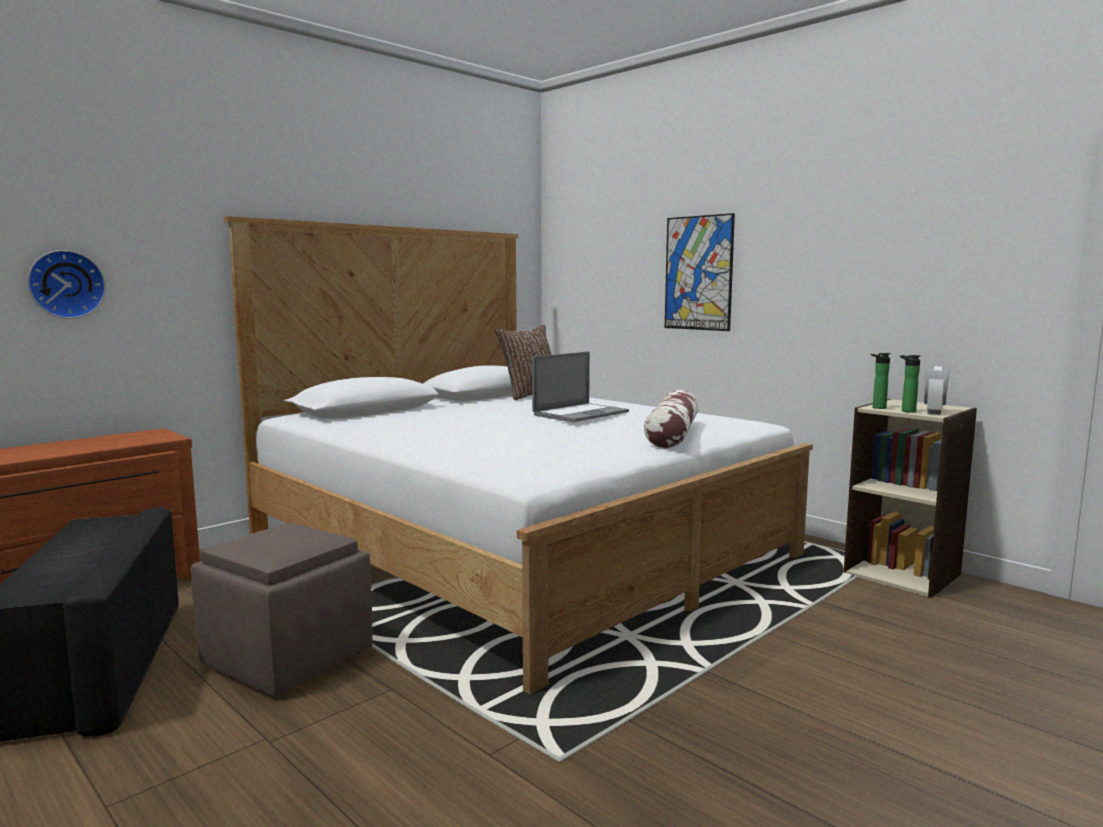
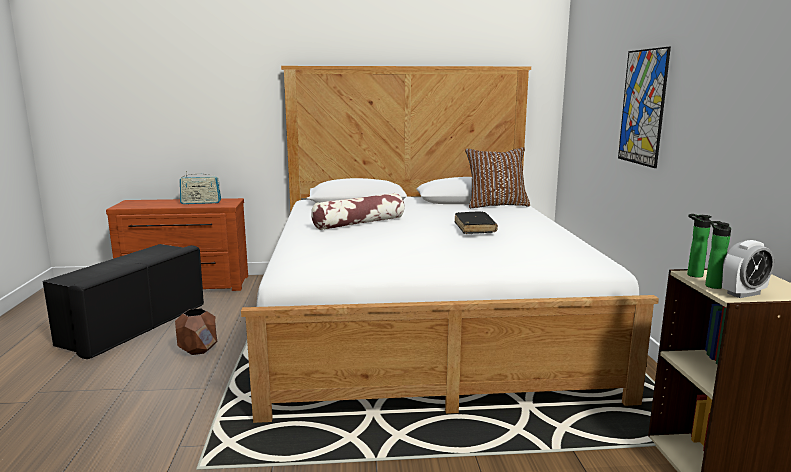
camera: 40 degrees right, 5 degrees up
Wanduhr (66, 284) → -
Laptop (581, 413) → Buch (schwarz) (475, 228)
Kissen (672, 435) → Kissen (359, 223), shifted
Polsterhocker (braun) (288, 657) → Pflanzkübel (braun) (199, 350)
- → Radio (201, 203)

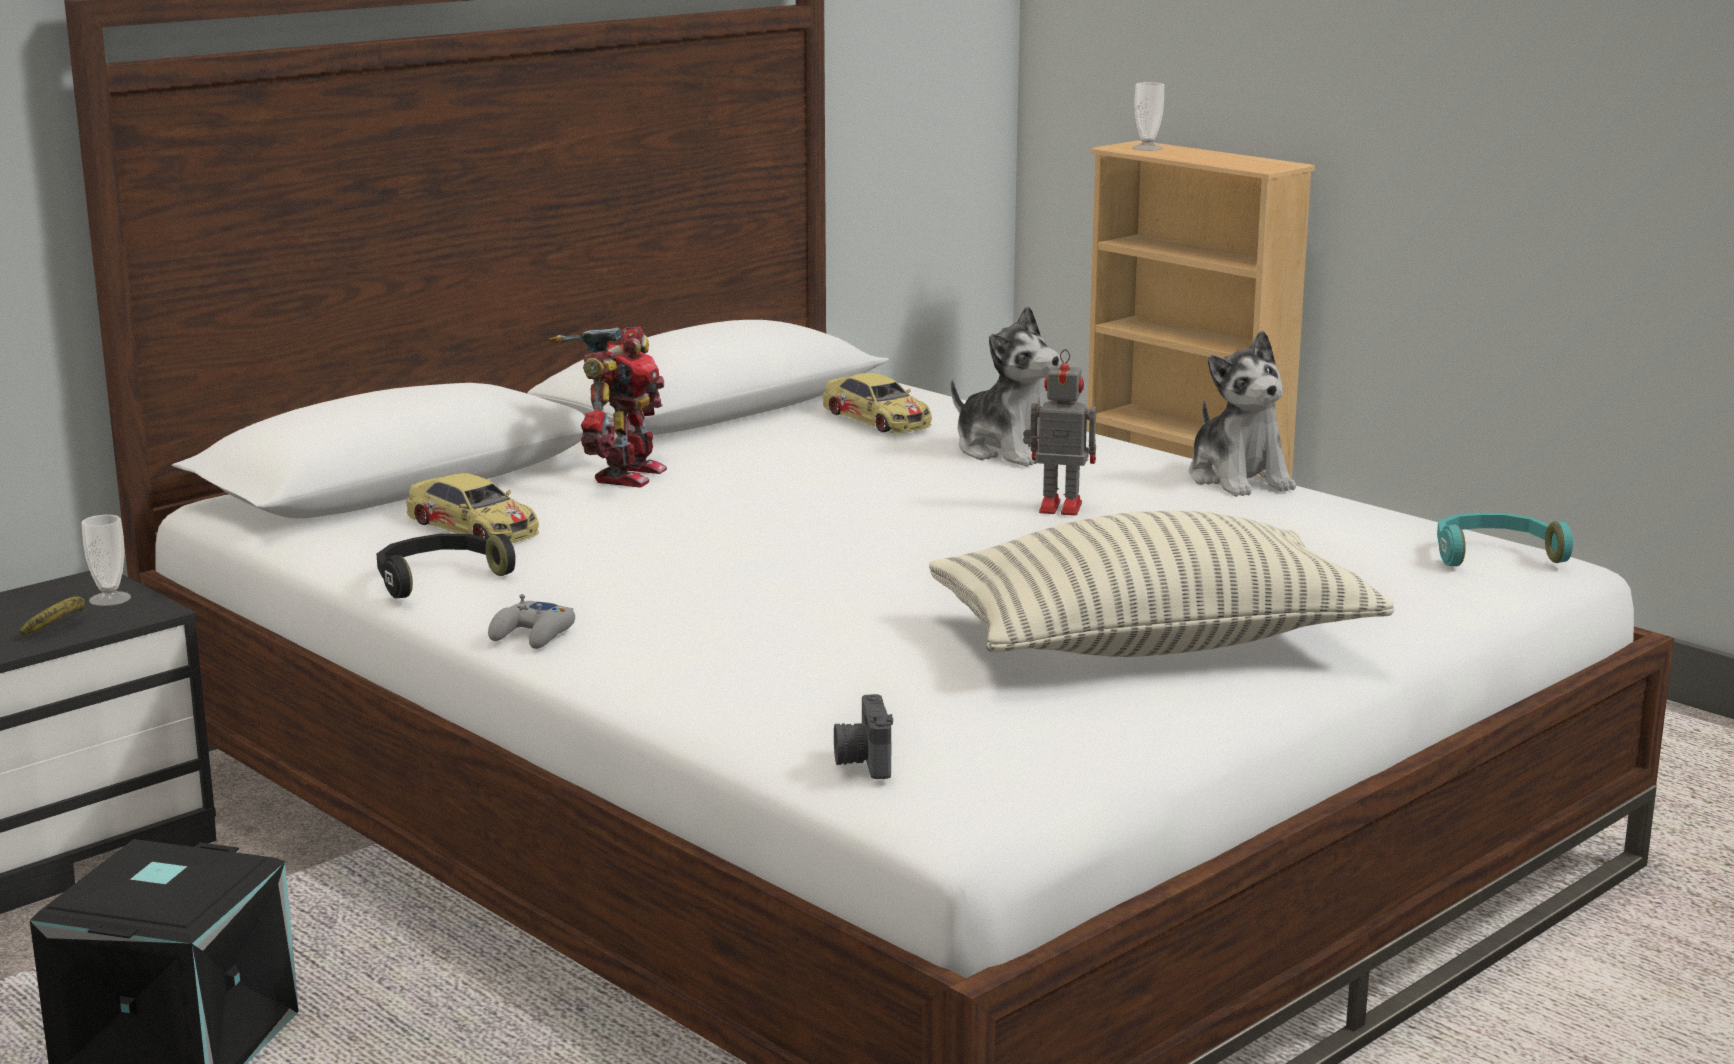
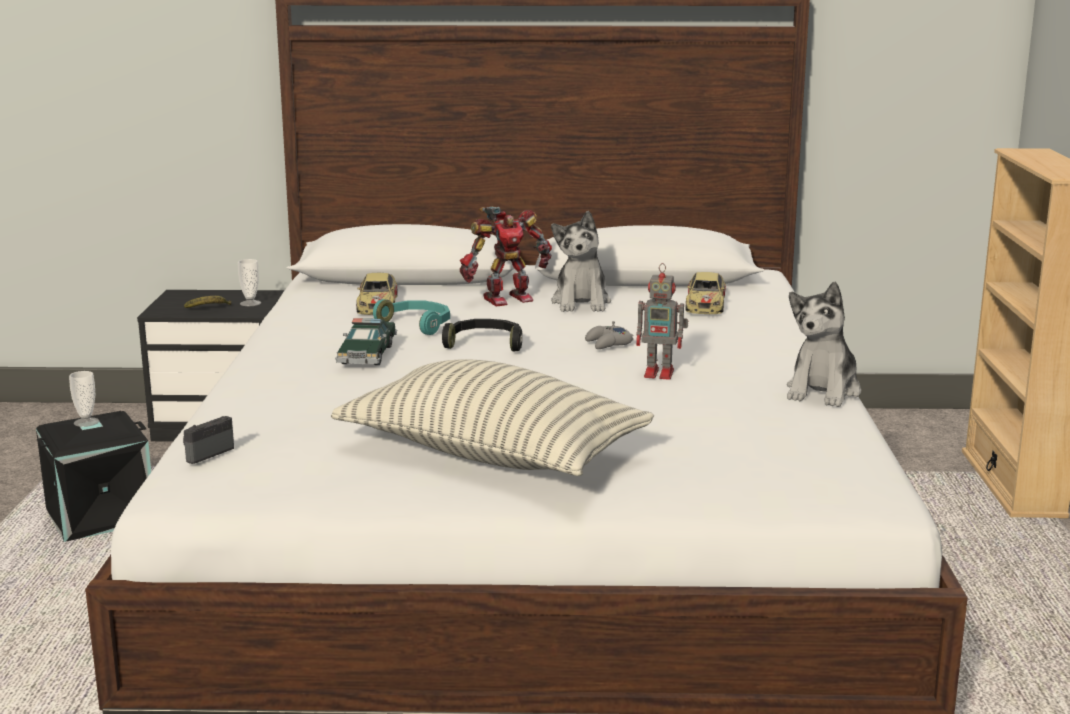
camera: 45 degrees right, 0 degrees up
Tasse (1147, 148) → Tasse (86, 422), shifted
Plüschtier (1008, 451) → Plüschtier (581, 303), shifted
Spielzeugroboter (1057, 507) → Spielzeugroboter (661, 373), 135 degrees clockwise
Kopfhörer (türkis) (1493, 554) → Kopfhörer (türkis) (418, 324), shifted
Kopfhörer (schwarz) (438, 578) → Kopfhörer (schwarz) (485, 344), shifted
Gamepad (grau) (533, 634) → Gamepad (grau) (608, 343), shifted
- → Spielzeugauto (367, 354)

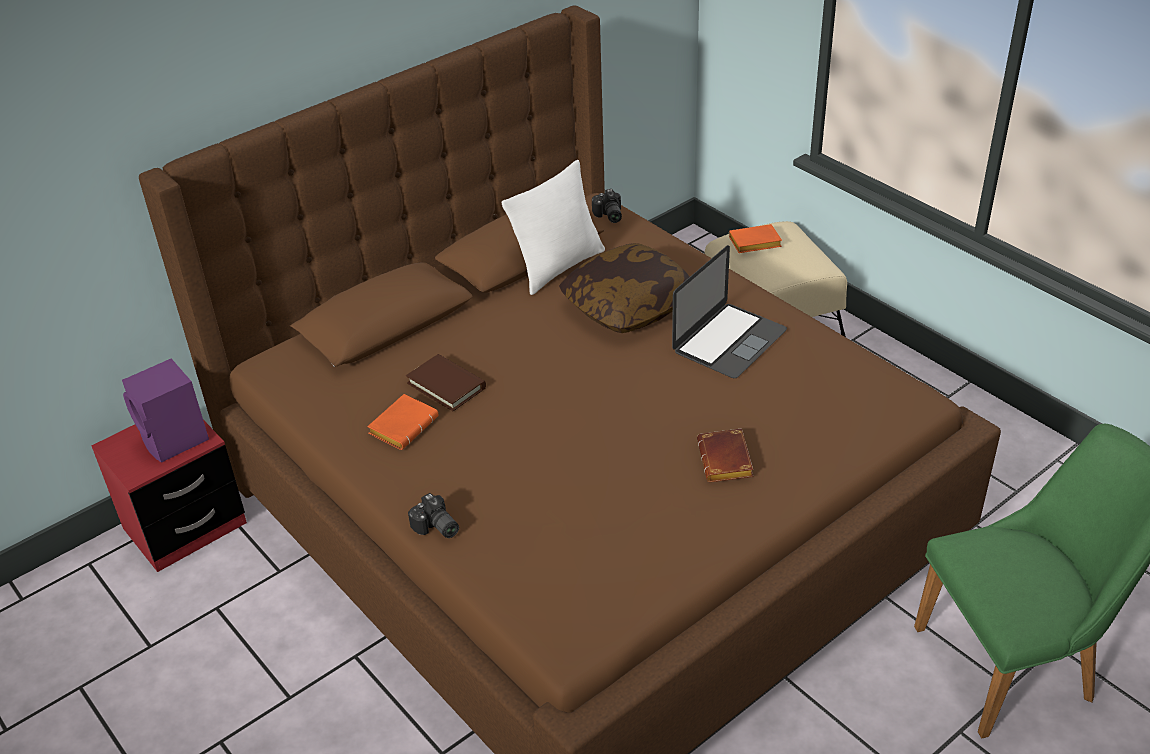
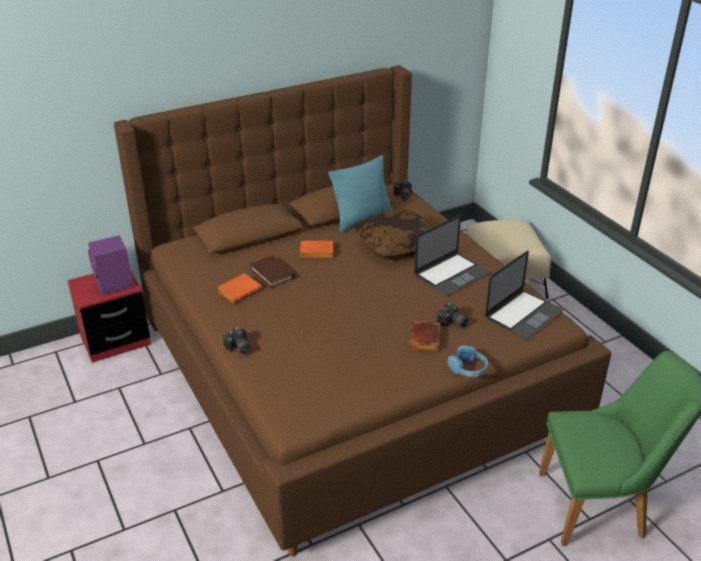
camera: 10 degrees right, 5 degrees down
Kissen (weiß) (558, 267) → Kissen (türkis) (362, 219)
Buch (orange) (753, 244) → Buch (orange) (315, 253), shifted
- → Laptop (523, 314)
- → Kamera (452, 323)
- → Kopfhörer (blau) (468, 368)

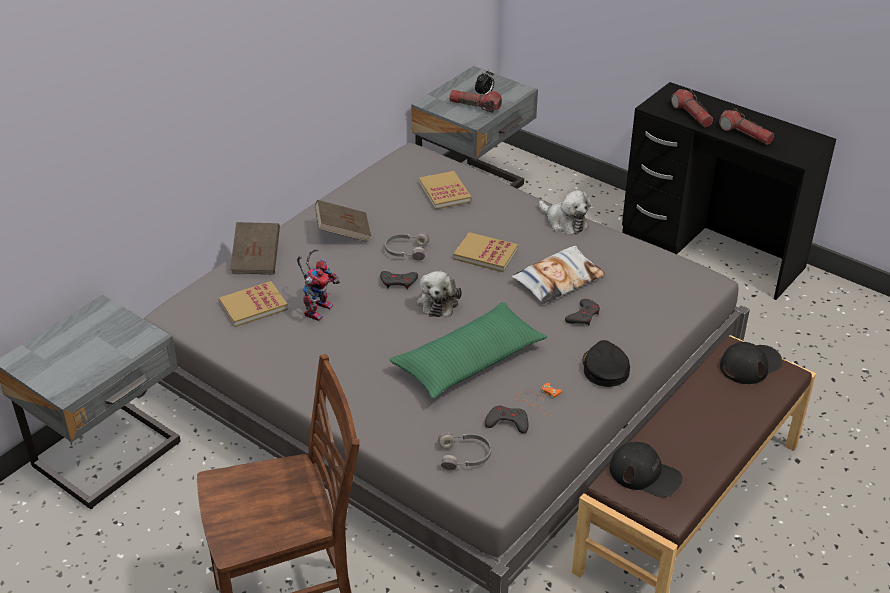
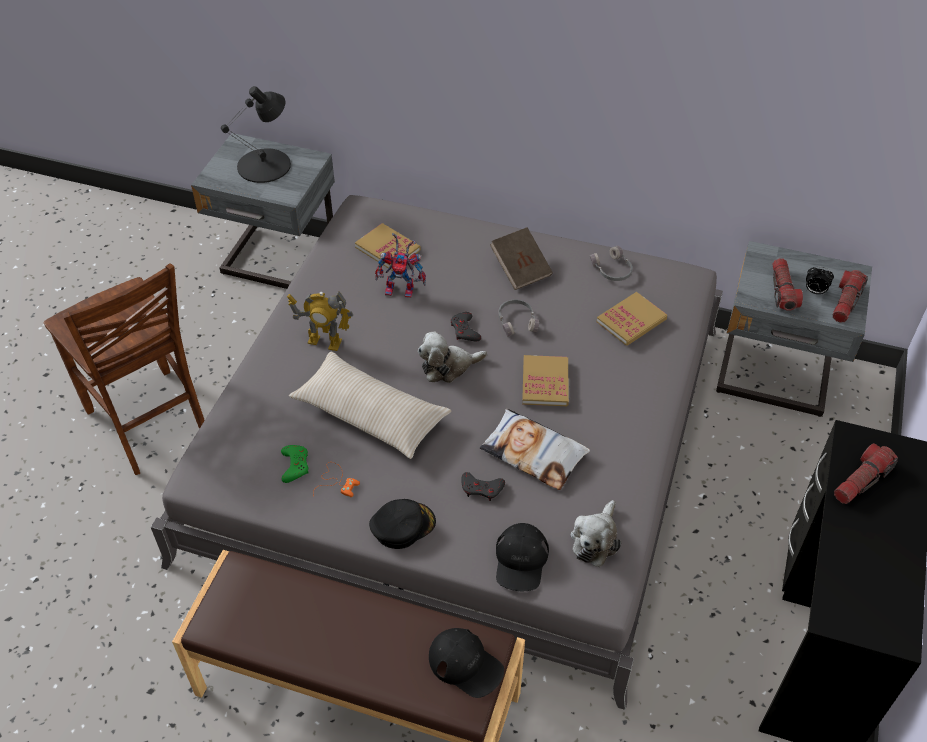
camera: 70 degrees right, 10 degrees up
Taschenlampe (745, 134) → Taschenlampe (845, 302), shifted
Plüschtier (564, 222) → Plüschtier (595, 540), shifted
Buch (braun) (257, 260) → -
Kissen (grün) (469, 361) → Kissen (beige) (370, 414)
Gamepad (grau) (507, 422) → Gamepad (grün) (295, 465)
Kopfhörer (grau) (465, 456) → Kopfhörer (grau) (611, 270), shifted
Kappe (schwarz) (645, 474) → Kappe (schwarz) (521, 560), shifted
- → Tischlampe (schwarz) (265, 165)
- → Spielzeugroboter (324, 342)

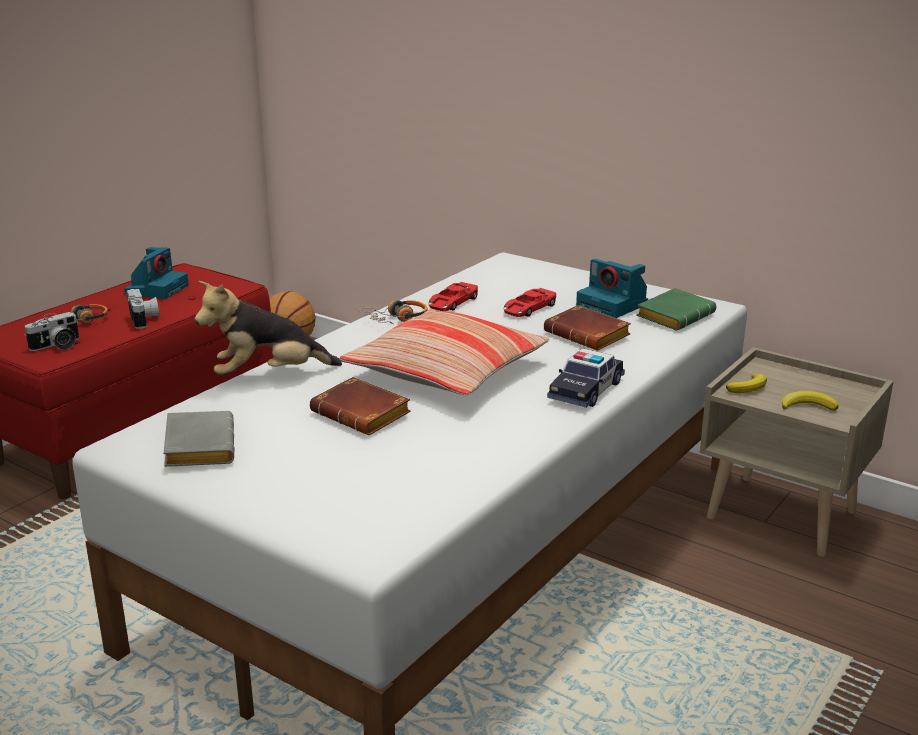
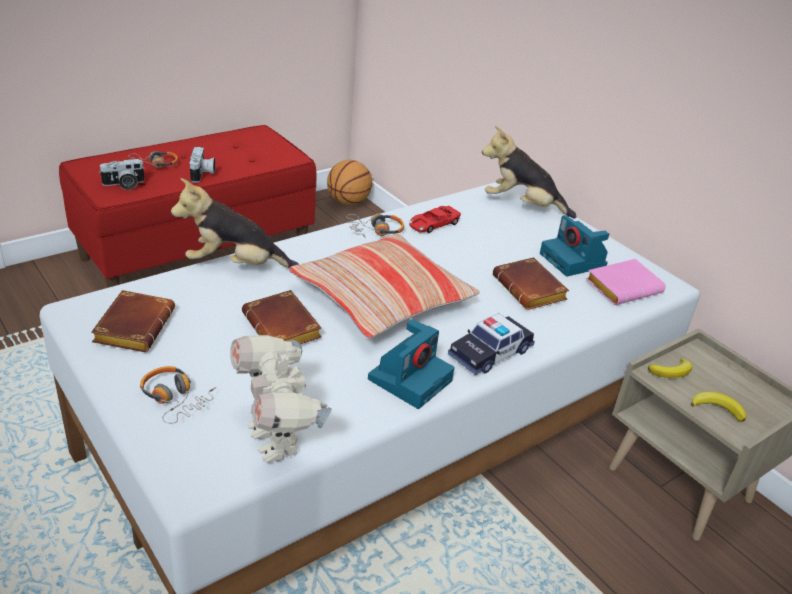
camera: 15 degrees right, 10 degrees up
Kamera (157, 289) → Kamera (410, 378), shifted
Spielzeugauto (rot) (529, 308) → -
Buch (grün) (674, 315) → Buch (rosa) (623, 286)
Buch (grau) (197, 446) → Buch (braun) (133, 326)
- → Plüschtier (522, 206)
- → Spielzeugroboter (277, 440)
- → Kopfhörer (175, 399)

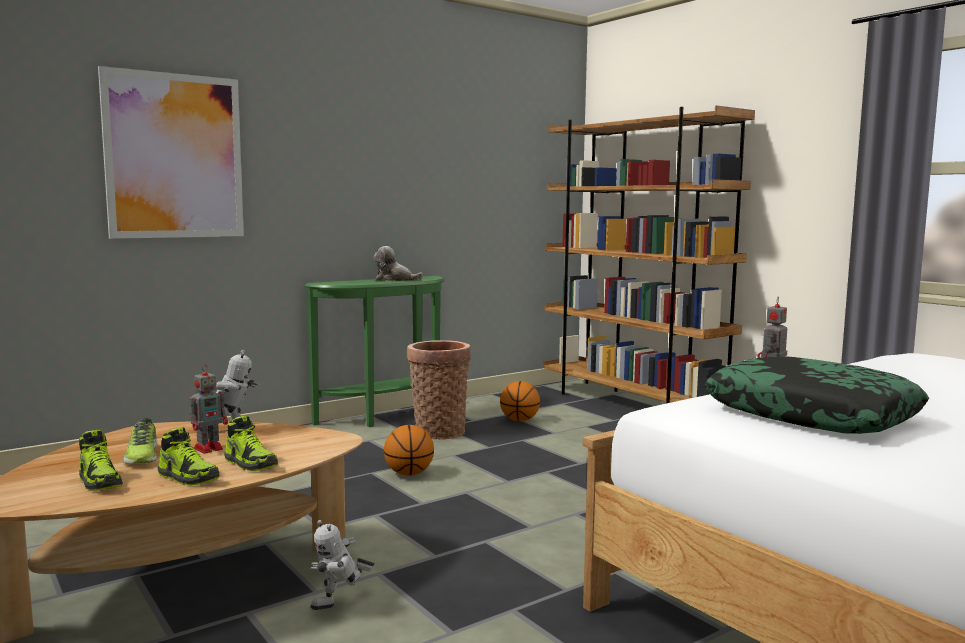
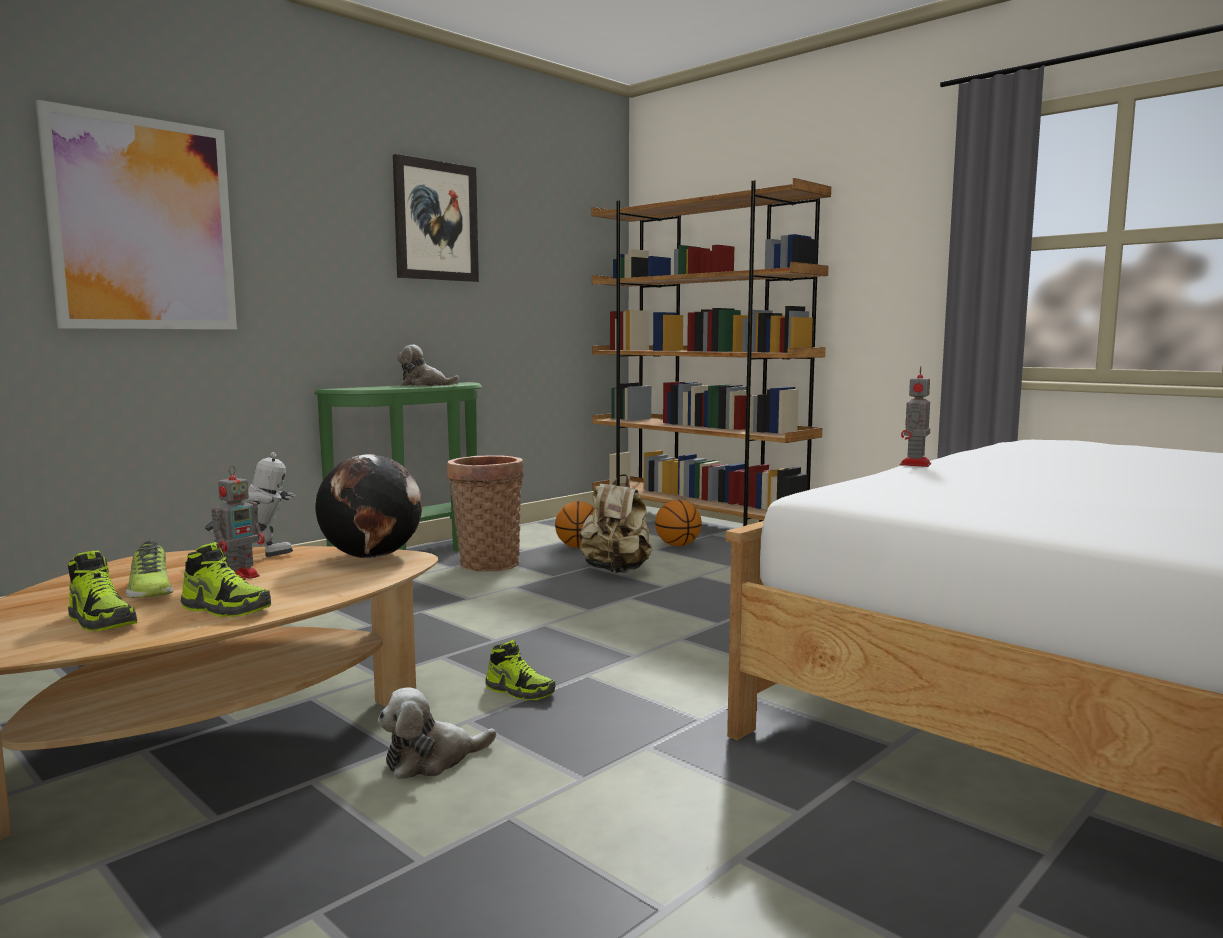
camera: 10 degrees left, 0 degrees up
Kissen (810, 414) → -
Schuh (250, 463) → Schuh (520, 691), shifted
Basketball (409, 474) → Basketball (678, 545), shifted
Spielzeugroboter (341, 604) → Plüschtier (432, 760)
- → Bild (436, 221)
- → Globus (371, 556)
- → Rucksack (beige) (616, 571)

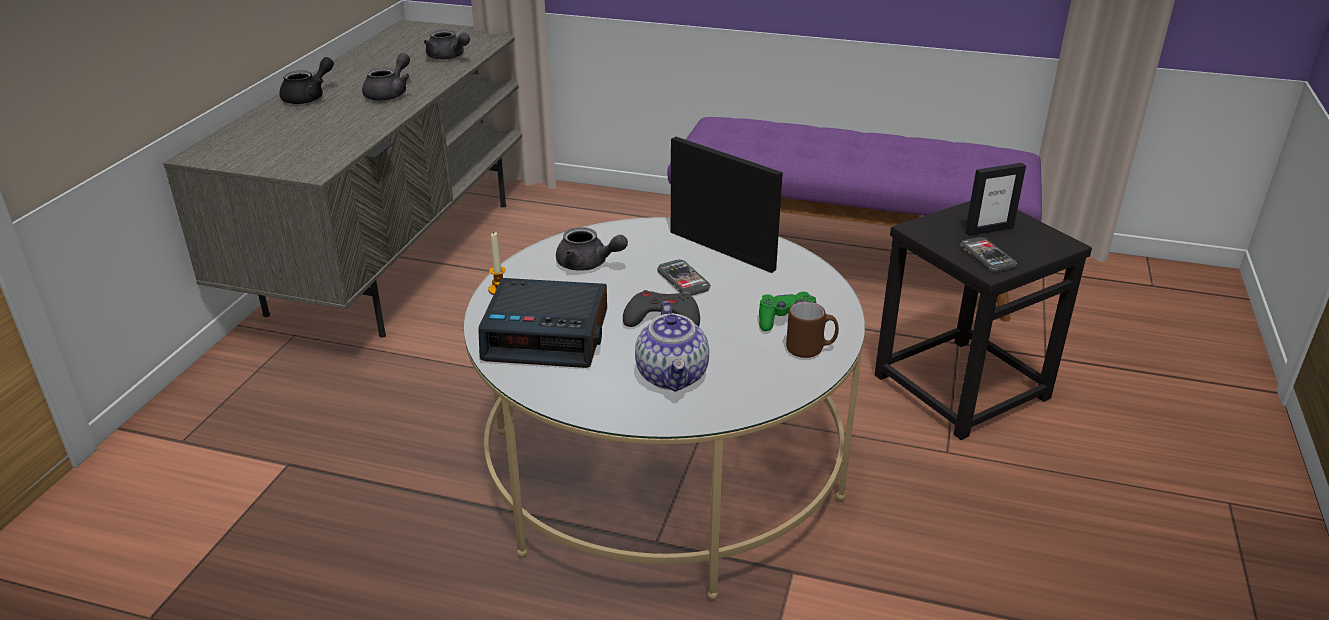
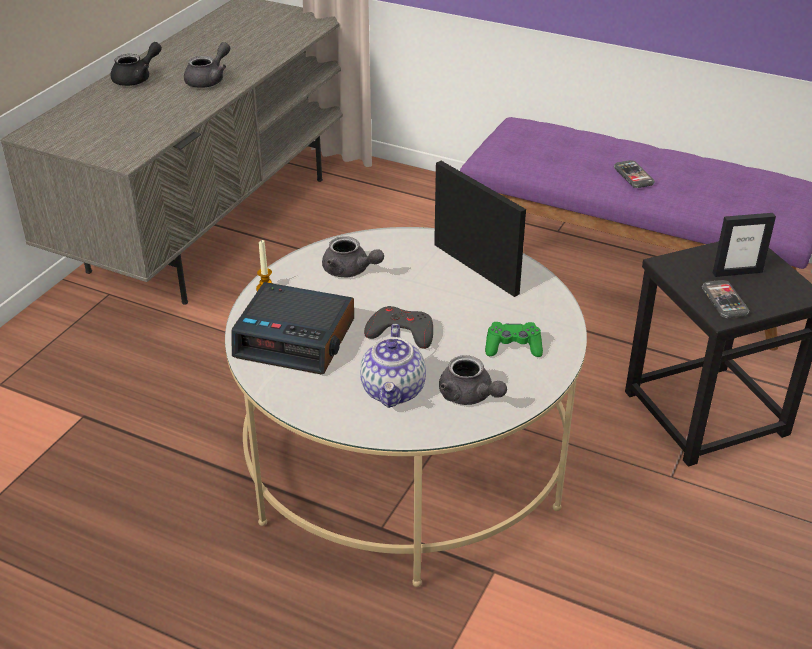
camera: 10 degrees right, 5 degrees up
Teekanne (grau) (448, 57) → Teekanne (grau) (469, 396), shifted
Handy (683, 280) → Handy (633, 176), shifted
Henkelbecher (braun) (811, 349) → -

